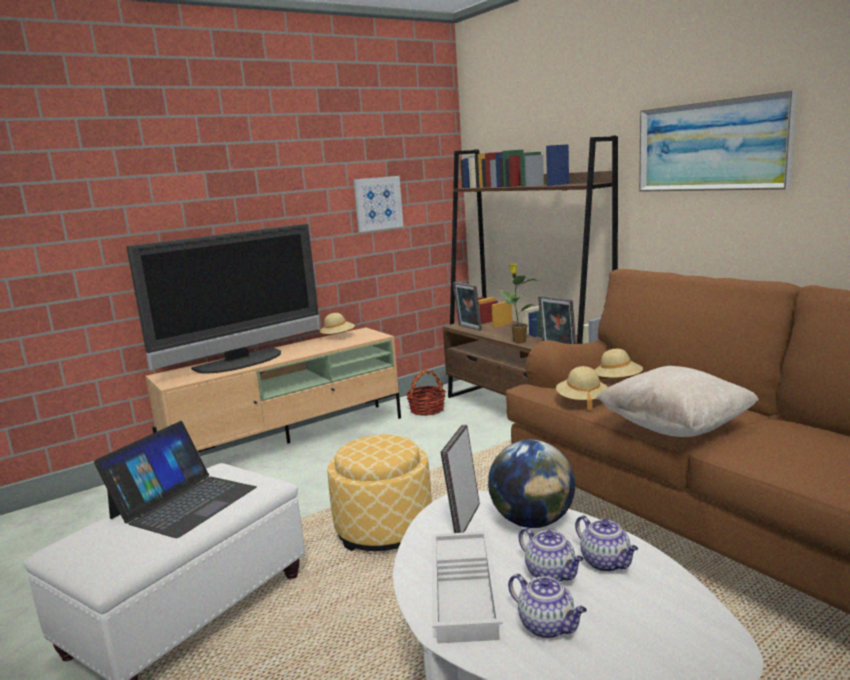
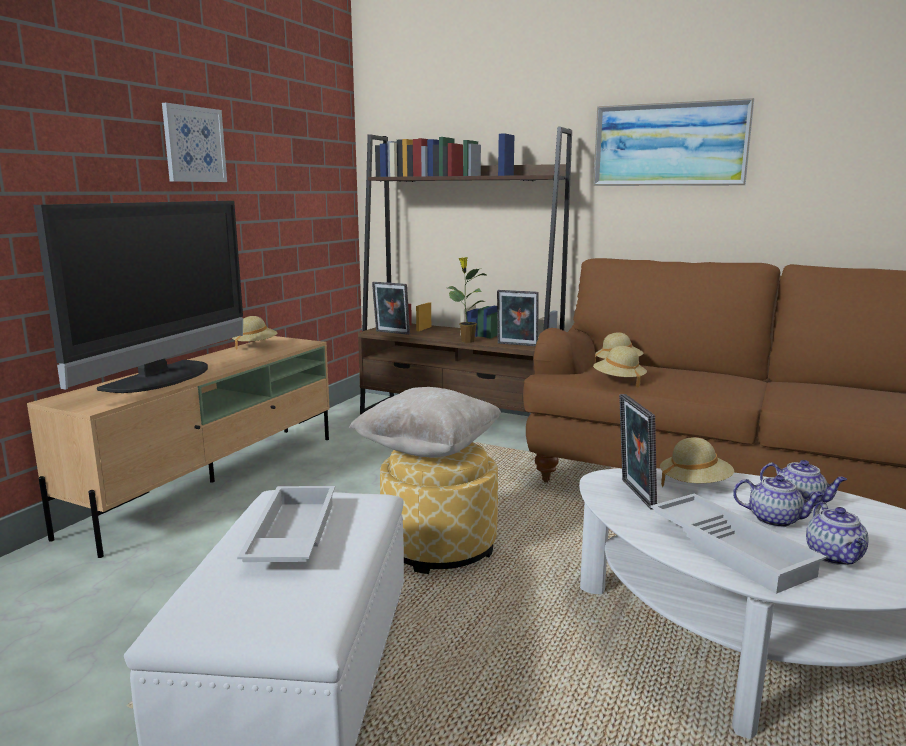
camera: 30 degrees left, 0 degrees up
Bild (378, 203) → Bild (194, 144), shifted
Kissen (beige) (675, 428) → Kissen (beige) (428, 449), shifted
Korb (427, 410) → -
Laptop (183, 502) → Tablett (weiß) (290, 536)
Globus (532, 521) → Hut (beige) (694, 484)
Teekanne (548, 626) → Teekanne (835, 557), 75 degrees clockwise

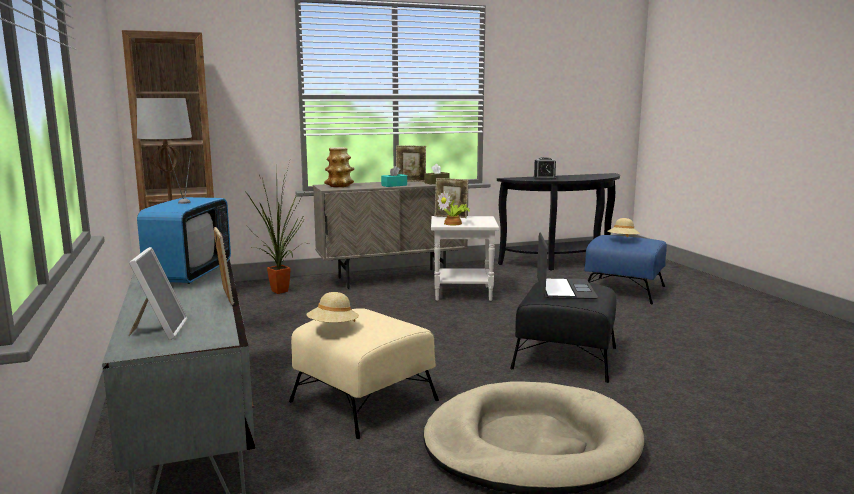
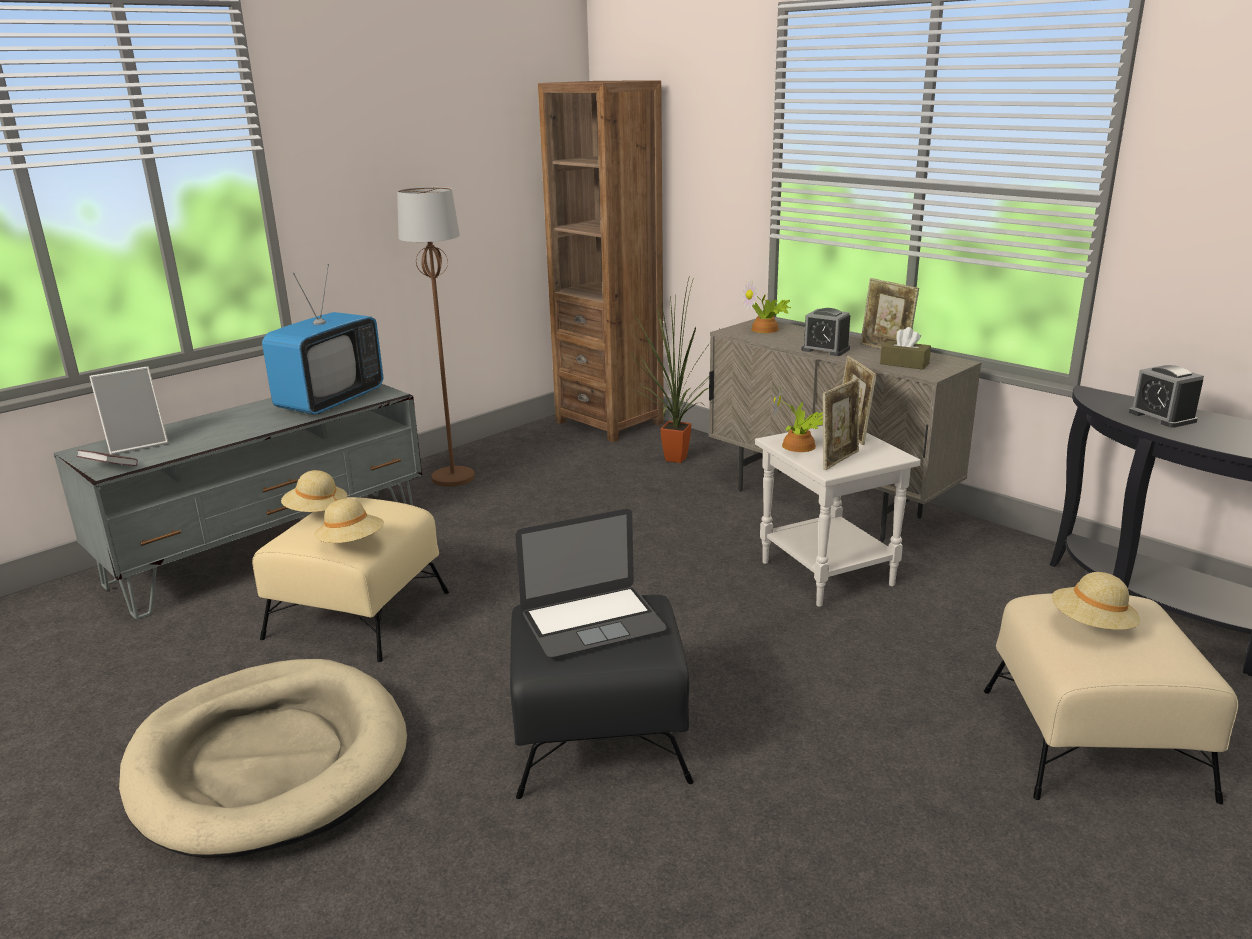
camera: 65 degrees right, 10 degrees up
Vase (340, 186) → Topfpflanze (767, 329)
Fernseher (189, 275) → Fernseher (330, 401), 45 degrees counterclockwise
Taschentuchbox (türkis) (394, 185) → Wecker (825, 350)
Bilderrahmen (226, 297) → Bilderrahmen (839, 459), shifted
Polsterhocker (blau) (624, 290) → Polsterhocker (beige) (1092, 743)
- → Buch (109, 469)
- → Hut (beige) (351, 544)

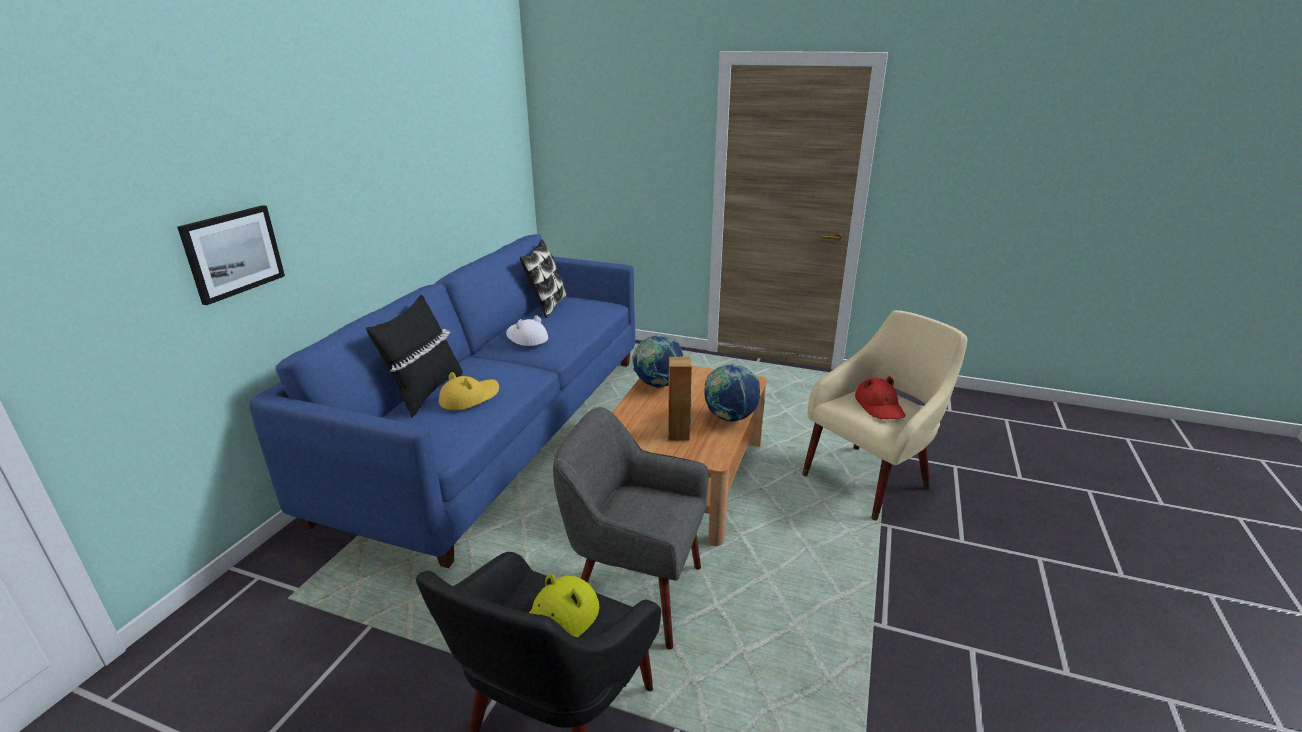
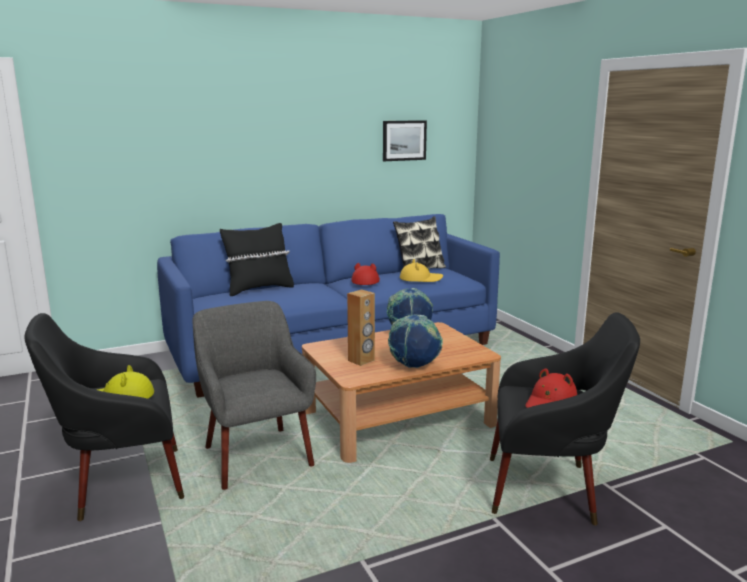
camera: 45 degrees right, 10 degrees down
Bild (233, 253) → Bild (404, 140), shifted
Sessel (beige) (870, 478) → Sessel (schwarz) (549, 490)
Hut (weiß) (526, 338) → Hut (rot) (366, 281)
Hut (gelb) (469, 397) → Hut (gelb) (420, 279), shifted

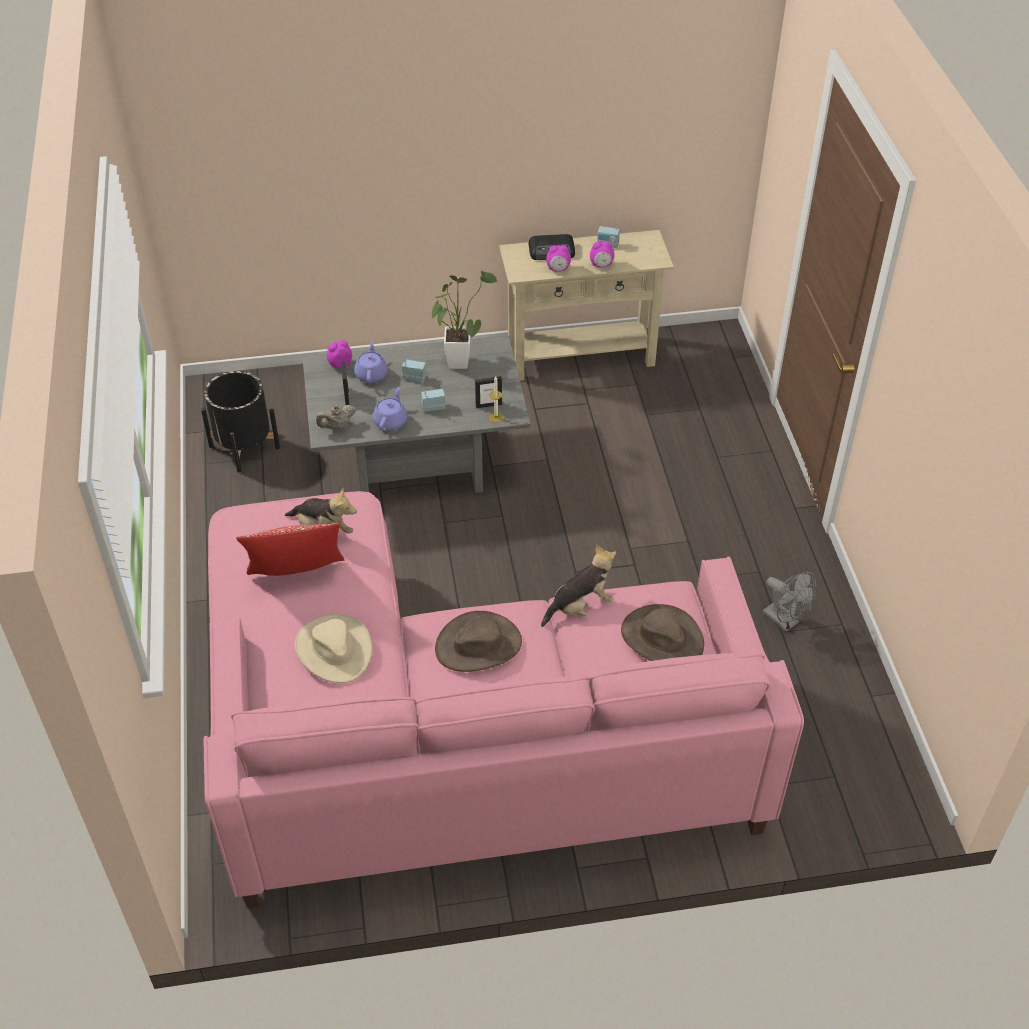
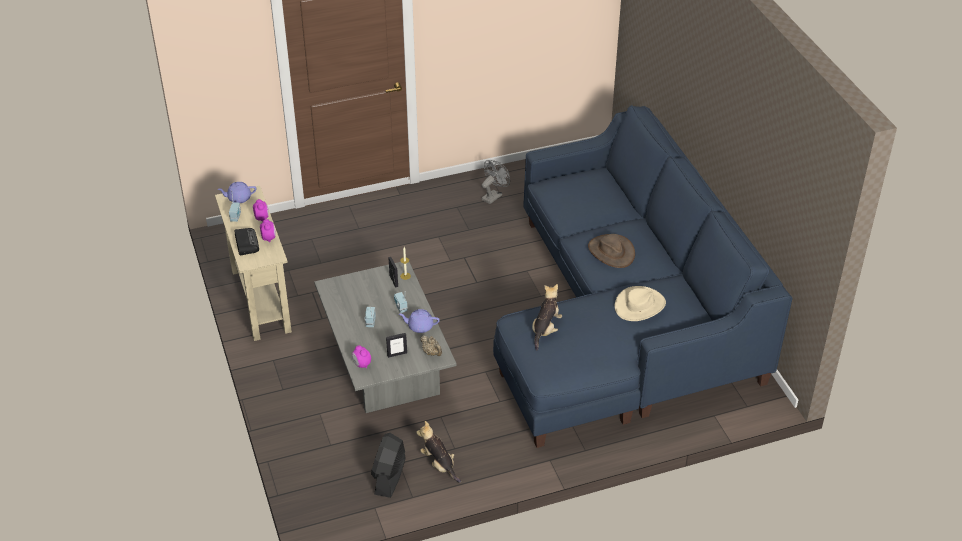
camera: 100 degrees left, 5 degrees down
Topfpflanze (459, 359) → -
Teekanne (lila) (371, 374) → Teekanne (lila) (238, 198), shifted
Pflanzkübel (schwarz) (244, 447) → Ventilator (schwarz) (389, 477)
Sofa (rosa) (452, 738) → Sofa (blau) (622, 319)
Kissen (297, 577) → -
Plüschtier (580, 606) → Plüschtier (439, 464), shifted
Hut (braun) (661, 639) → -

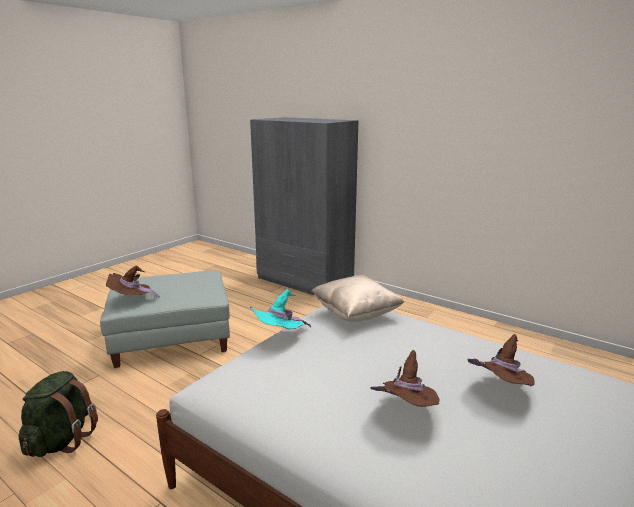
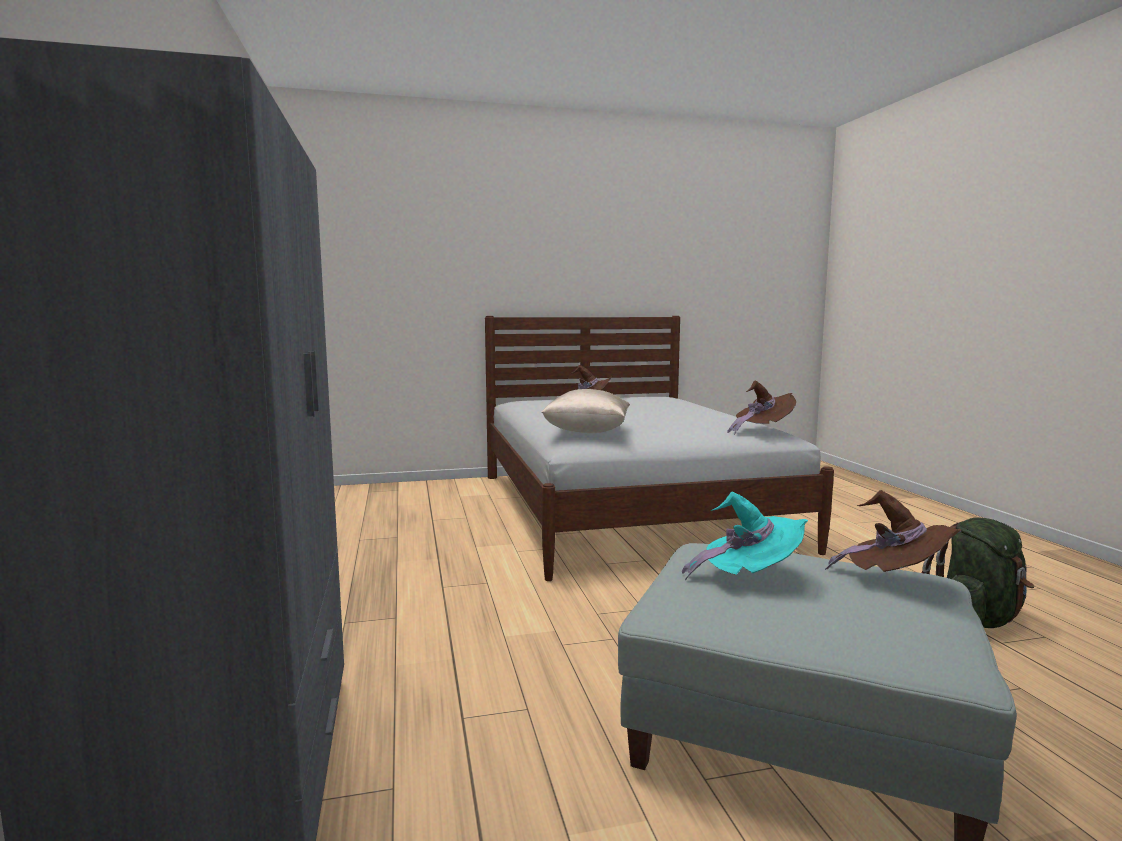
camera: 140 degrees left, 10 degrees down
Hut (türkis) (279, 336) → Hut (türkis) (749, 578), shifted
Hut (braun) (406, 413) → Hut (braun) (761, 430), shifted

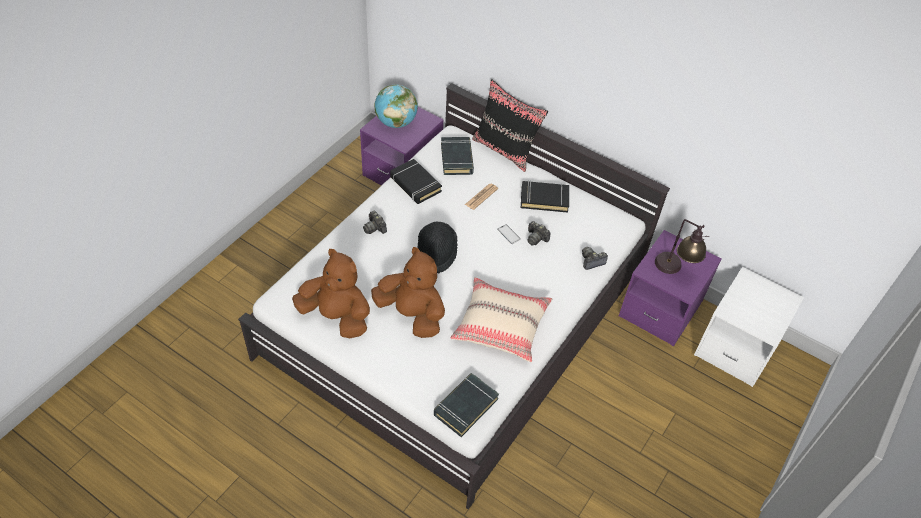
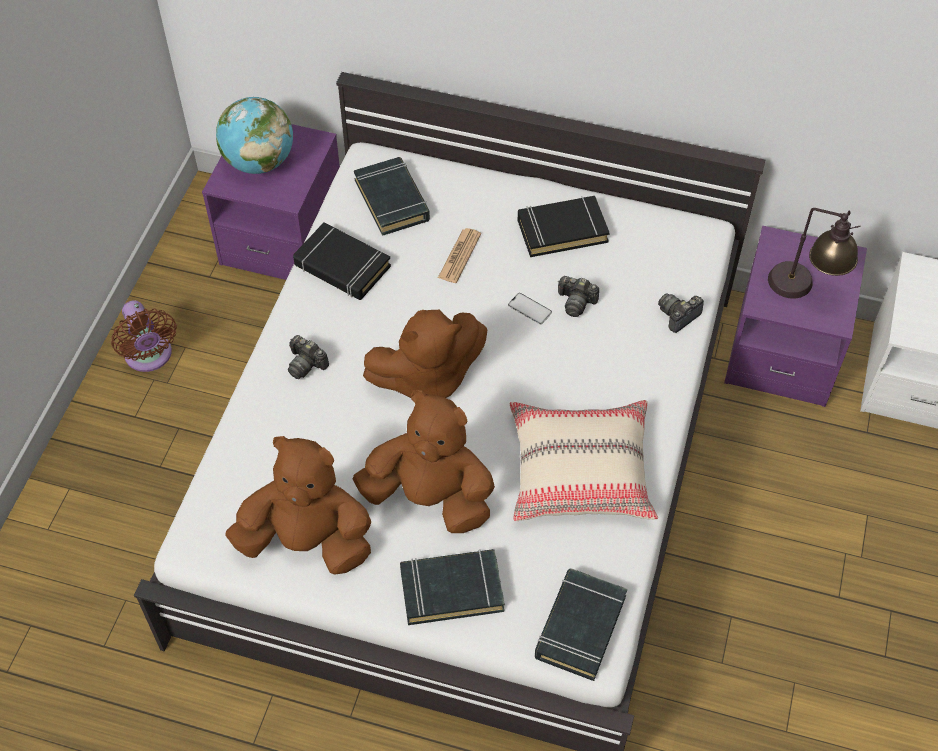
camera: 15 degrees left, 5 degrees up
Kissen (schwarz) (505, 150) → -
Hut (schwarz) (436, 253) → Plüschtier (braun) (427, 378)
- → Ventilator (braun) (149, 357)
- → Buch (schwarz) (451, 590)

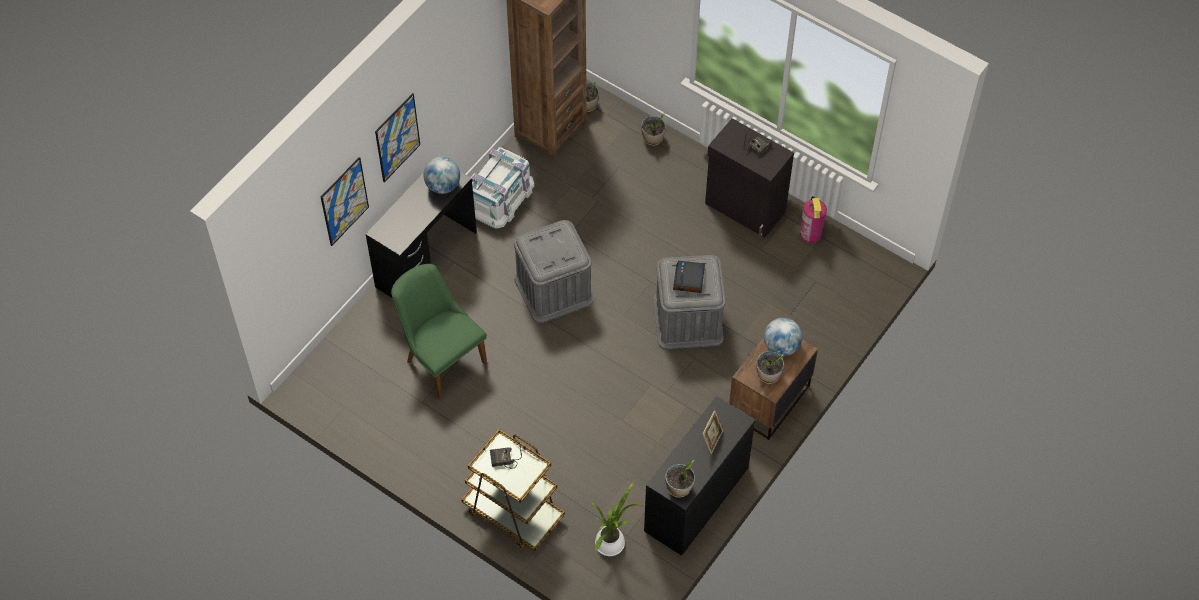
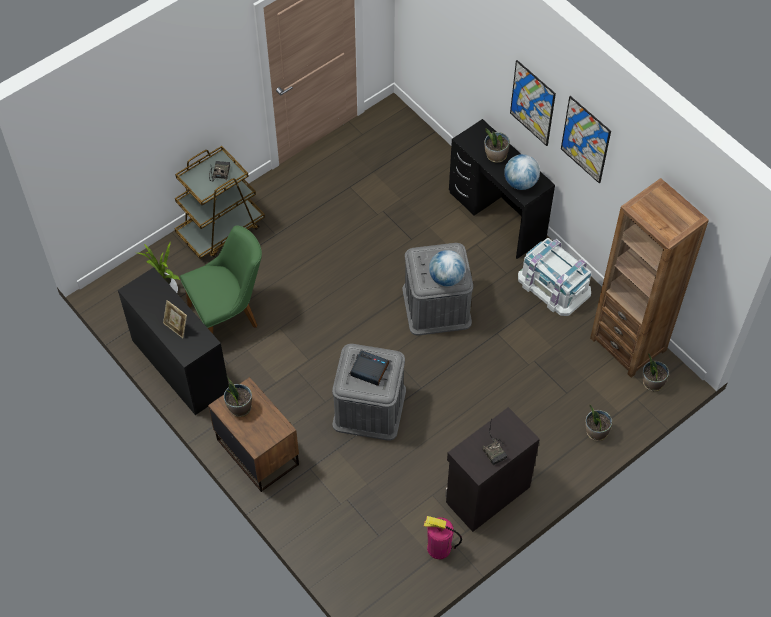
camera: 105 degrees right, 0 degrees up
Bild (344, 201) → Bild (585, 139), shifted
Stuhl (grün) (440, 358) → Stuhl (grün) (229, 314), shifted
Globus (781, 346) → Globus (446, 278), shifted
Topfpflanze (679, 488) → Topfpflanze (495, 155), shifted

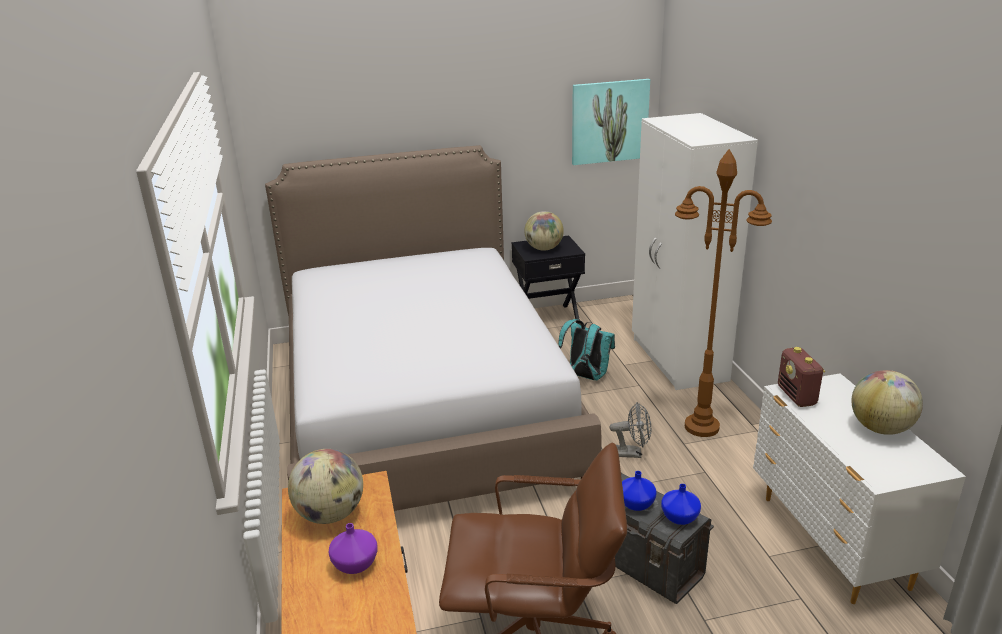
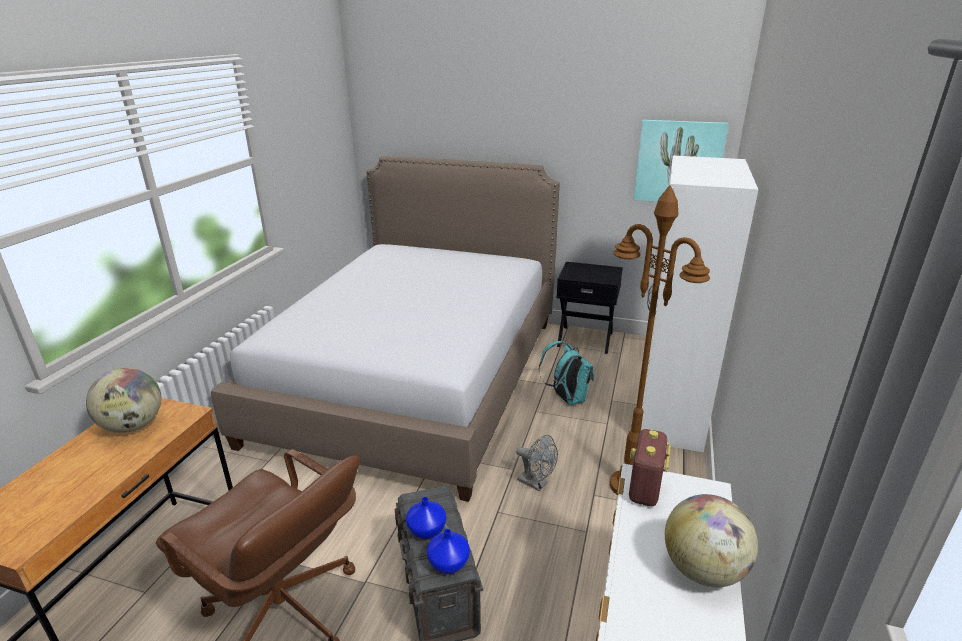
camera: 30 degrees right, 0 degrees up
Globus (543, 249) → -
Vase (lila) (356, 564) → -

